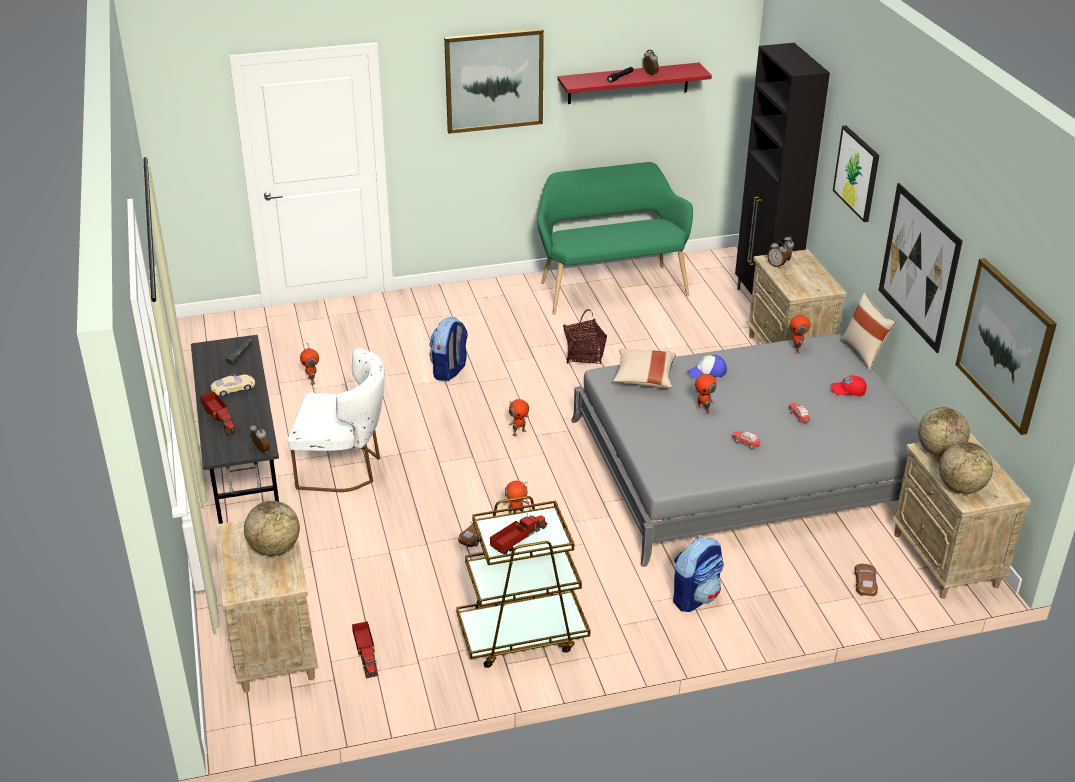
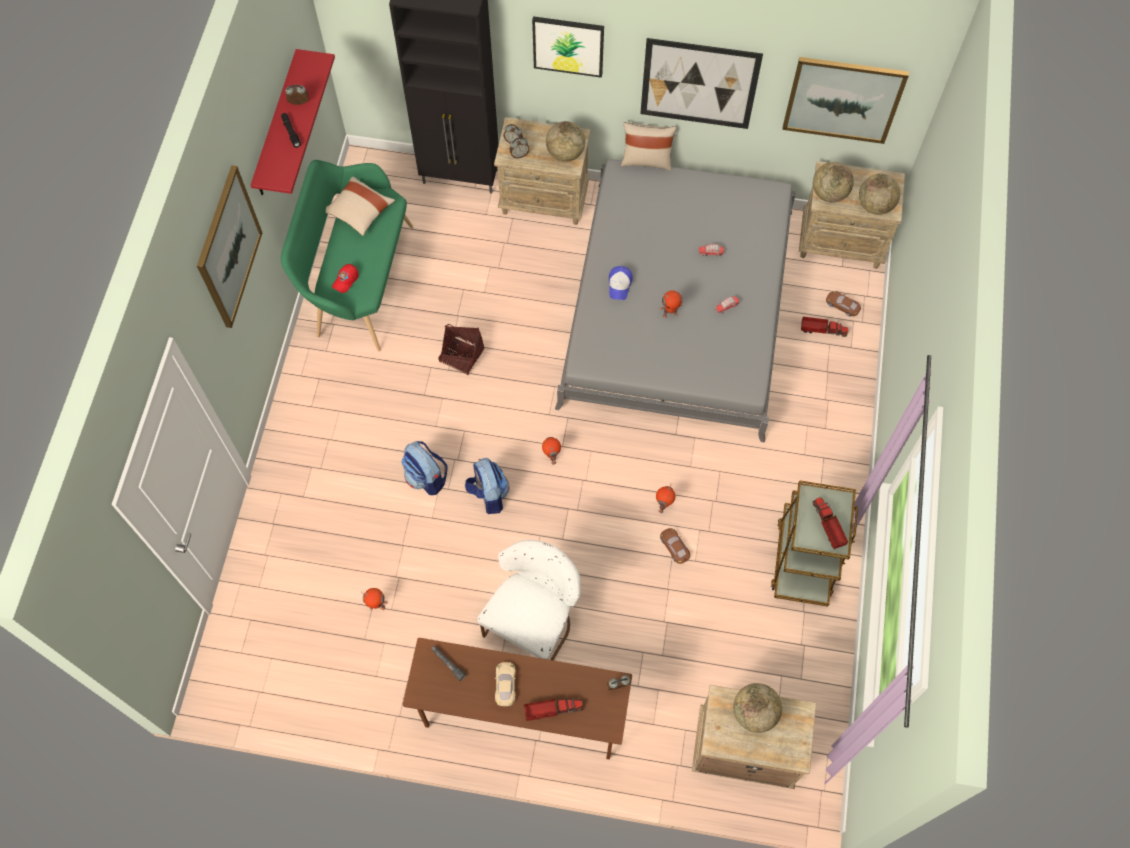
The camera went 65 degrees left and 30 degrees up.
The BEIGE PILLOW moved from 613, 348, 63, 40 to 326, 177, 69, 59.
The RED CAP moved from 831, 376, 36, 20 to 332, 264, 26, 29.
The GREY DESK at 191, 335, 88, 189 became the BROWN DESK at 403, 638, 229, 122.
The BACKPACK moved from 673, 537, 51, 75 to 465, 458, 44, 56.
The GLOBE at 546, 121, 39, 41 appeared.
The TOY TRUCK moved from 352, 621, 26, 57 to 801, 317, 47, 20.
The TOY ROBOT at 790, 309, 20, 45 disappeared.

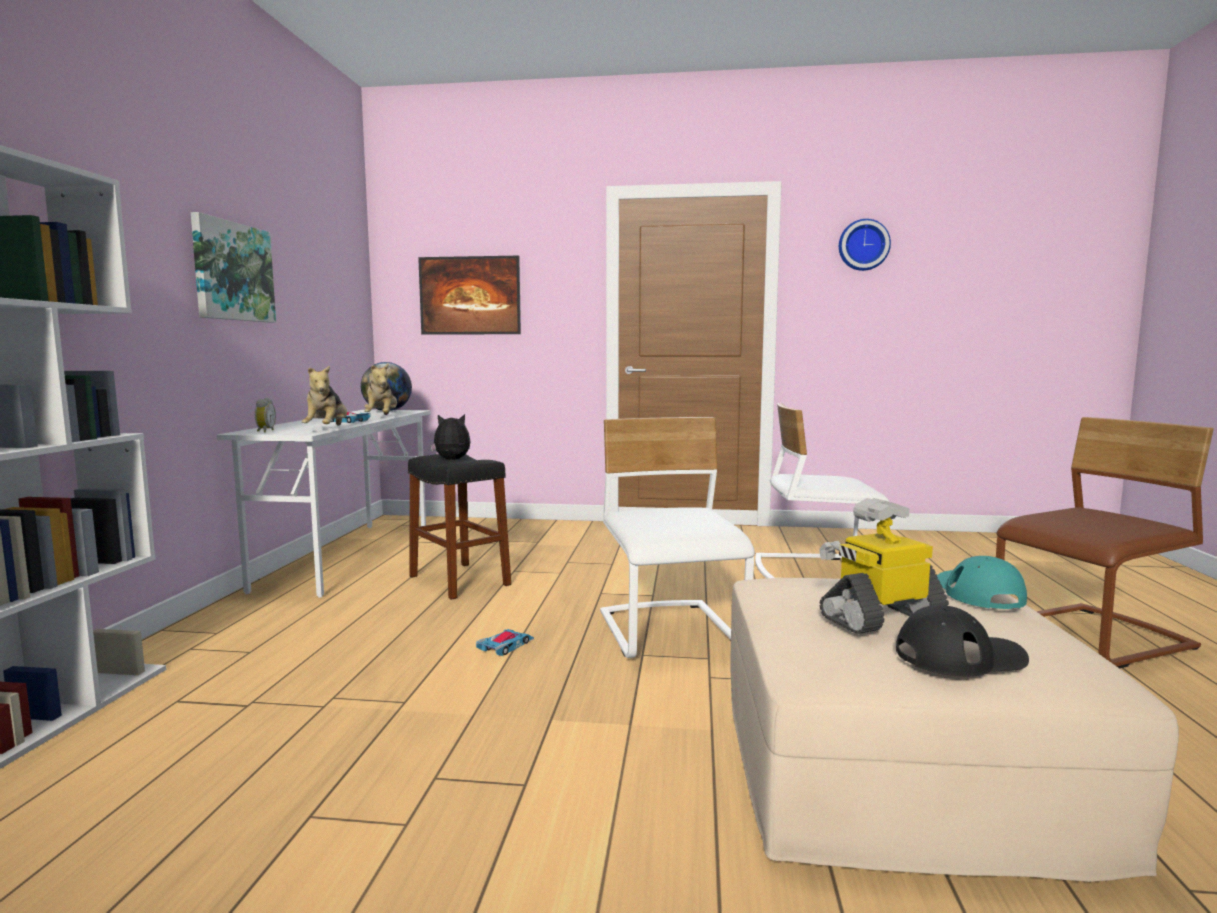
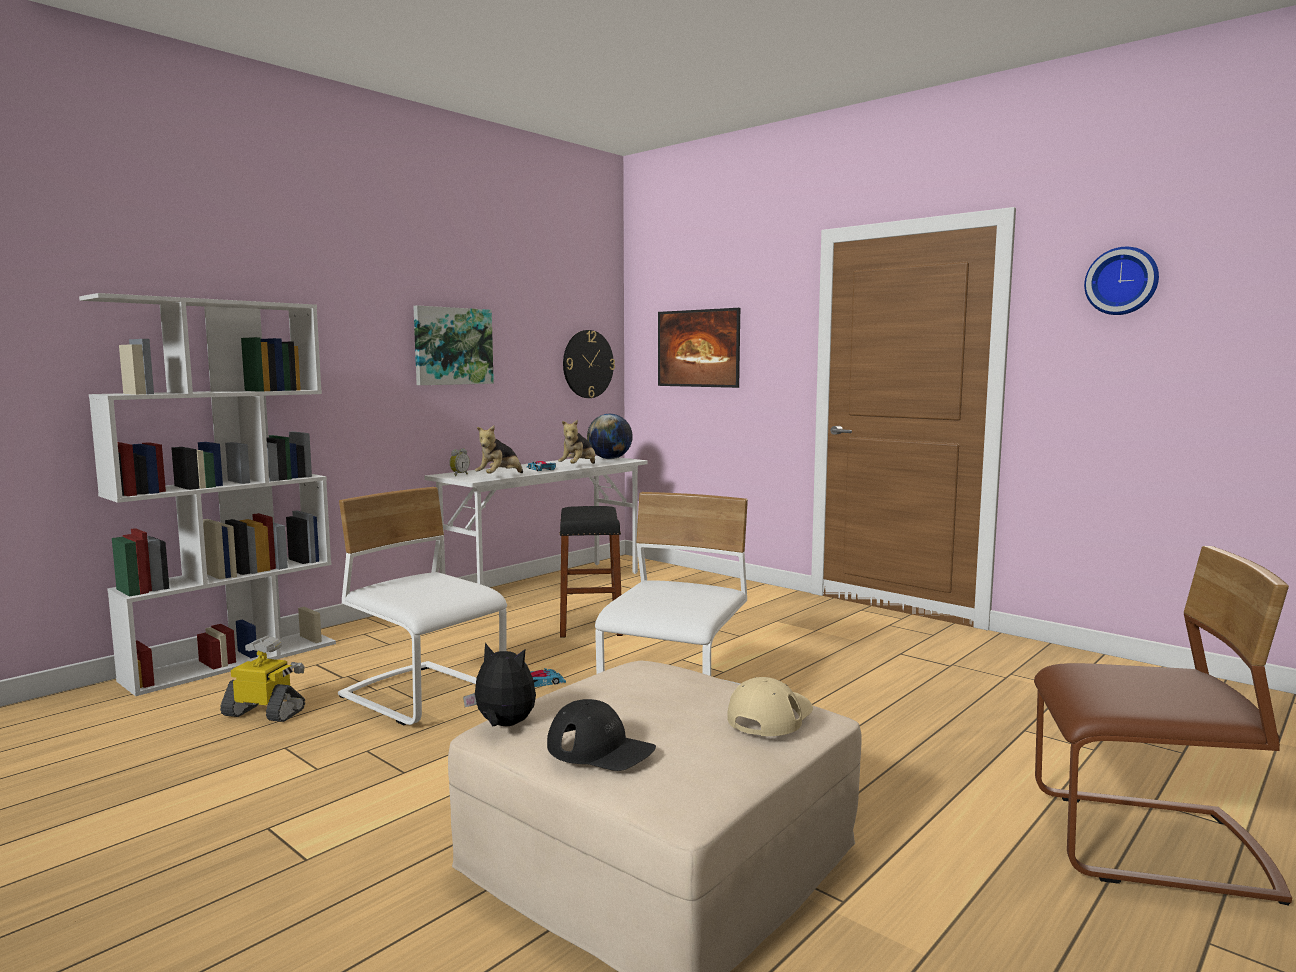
The camera went 35 degrees right and 0 degrees up.
The TOY ROBOT moved from 819, 498, 130, 136 to 220, 636, 85, 86.
The WHITE CHAIR moved from 755, 403, 135, 175 to 338, 487, 169, 238.
The PLUSH TOY moved from 430, 414, 41, 46 to 463, 643, 73, 83.
The WALL CLOCK at 563, 330, 52, 68 appeared.
The TURQUOISE CAP at 937, 556, 90, 53 became the BEIGE CAP at 727, 677, 86, 59.

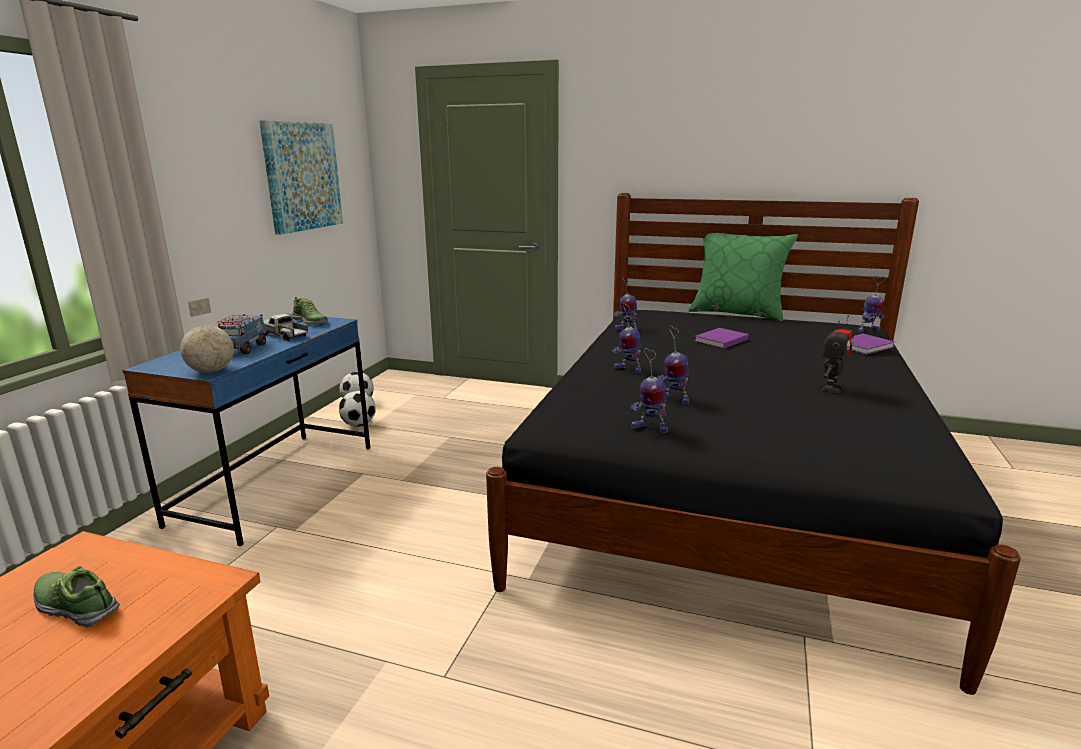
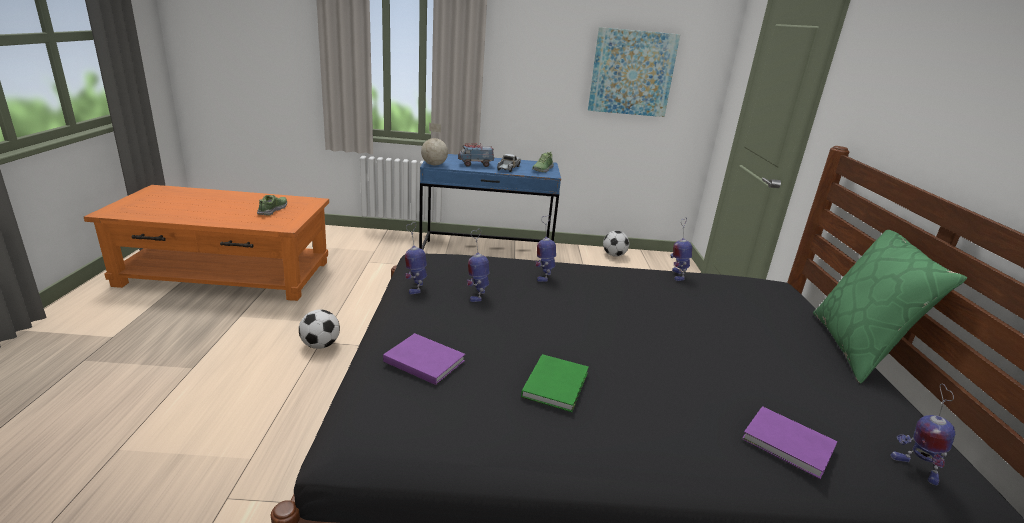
The camera went 70 degrees right and 5 degrees up.
The FOOTBALL moved from 339, 391, 37, 36 to 299, 309, 41, 40.
The PURPLE BOOK moved from 694, 328, 55, 21 to 383, 333, 82, 52.
The TOY ROBOT at 821, 315, 33, 78 was replaced by the GREEN BOOK at 521, 354, 68, 58.

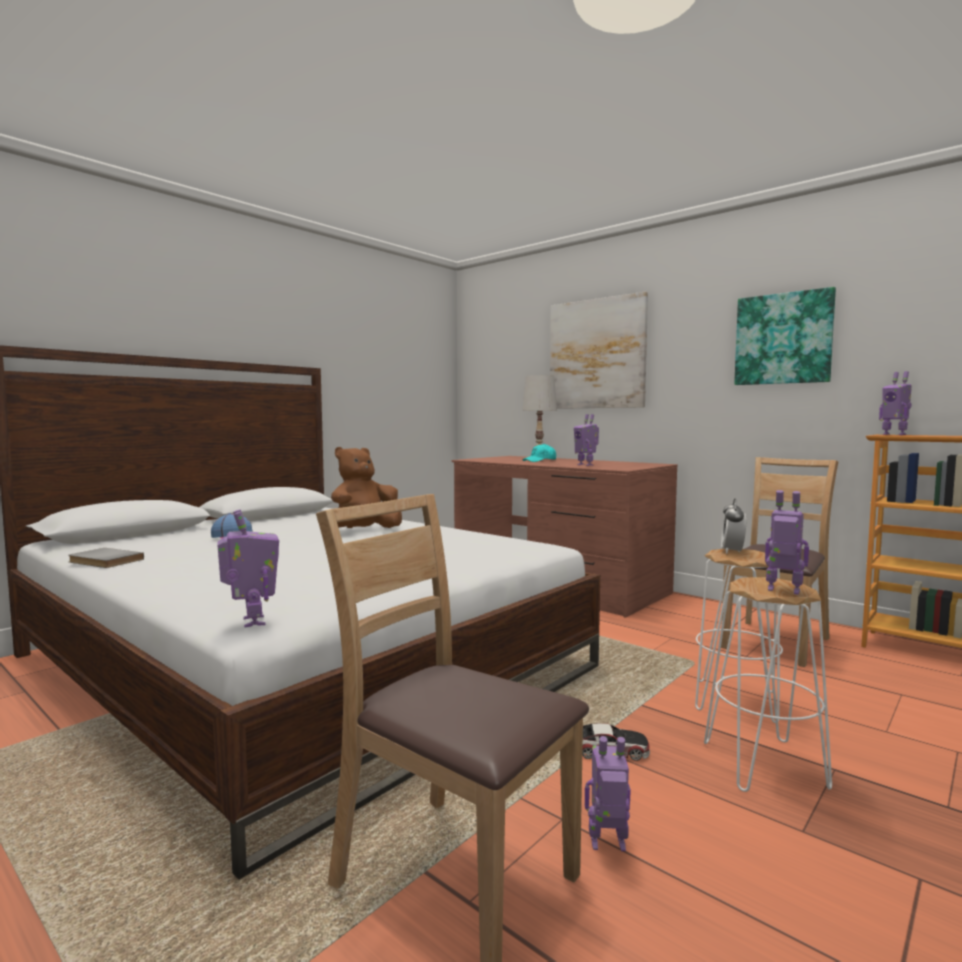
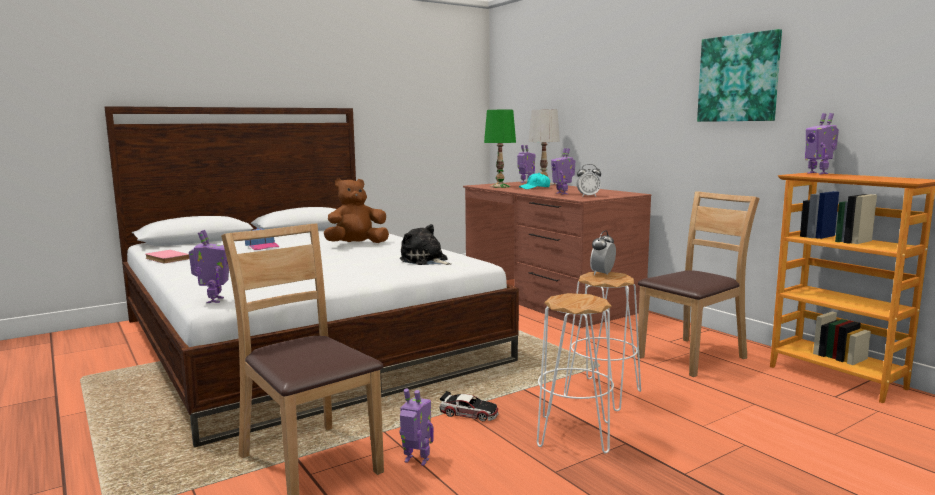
The camera went 15 degrees right and 5 degrees up.
The GREY BOOK at 68, 548, 76, 20 became the PINK BOOK at 145, 250, 45, 13.
The PLUSH TOY at 400, 224, 52, 41 appeared.
The GREEN TABLE LAMP at 484, 110, 32, 78 appeared.
The TOY ROBOT moved from 765, 490, 44, 105 to 517, 145, 19, 38.
The ALARM CLOCK at 577, 164, 24, 33 appeared.
The PICTURE at 550, 292, 98, 117 disappeared.

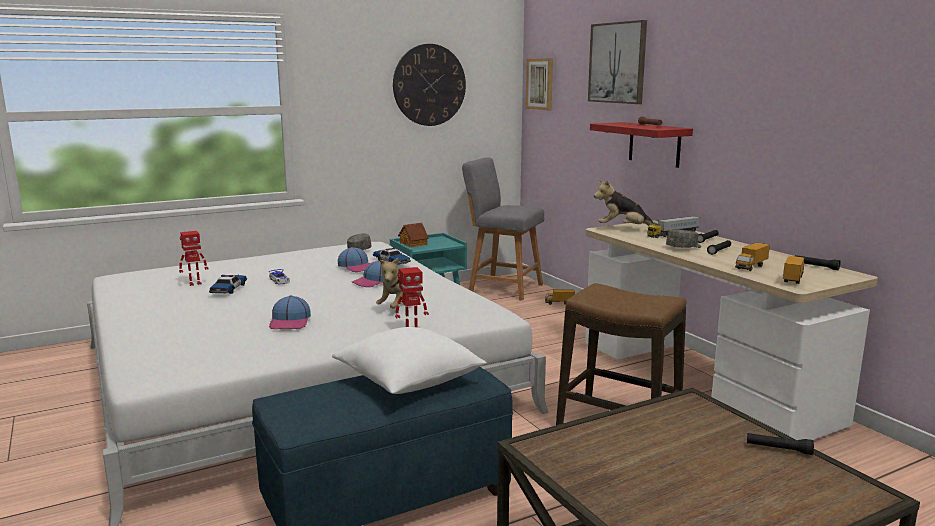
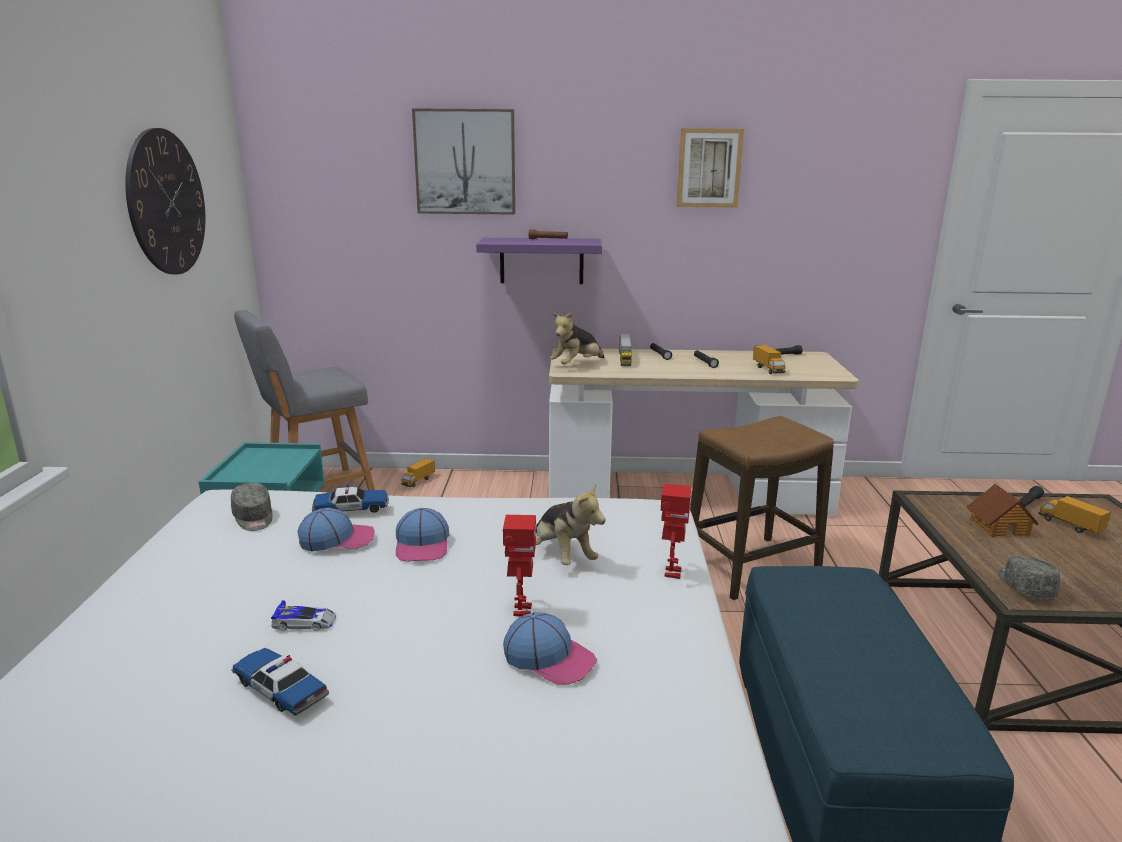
The camera went 60 degrees left and 5 degrees up.
The RED SHELF at 590, 122, 103, 46 became the PURPLE SHELF at 476, 238, 126, 46.
The TOY ROBOT moved from 179, 231, 29, 55 to 503, 515, 34, 102.
The PICTURE moved from 526, 58, 27, 53 to 676, 128, 68, 80.
The TOY HOUSE moved from 398, 223, 31, 24 to 966, 484, 73, 53.
The GREY CAP moved from 666, 229, 36, 19 to 998, 555, 62, 44.
The TOY TRUCK moved from 783, 256, 21, 28 to 1038, 496, 73, 37.
The WHITE PILLOW at 332, 327, 155, 67 disappeared.

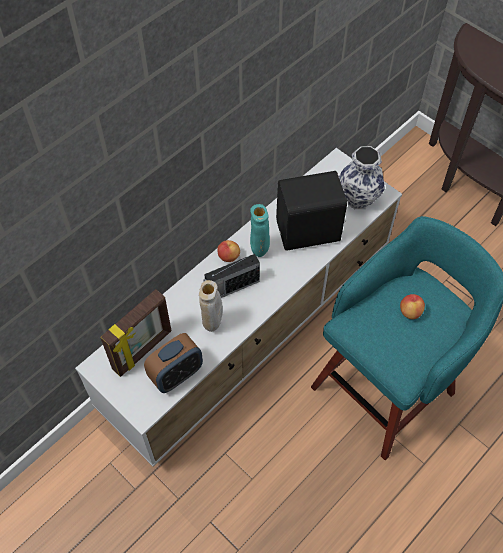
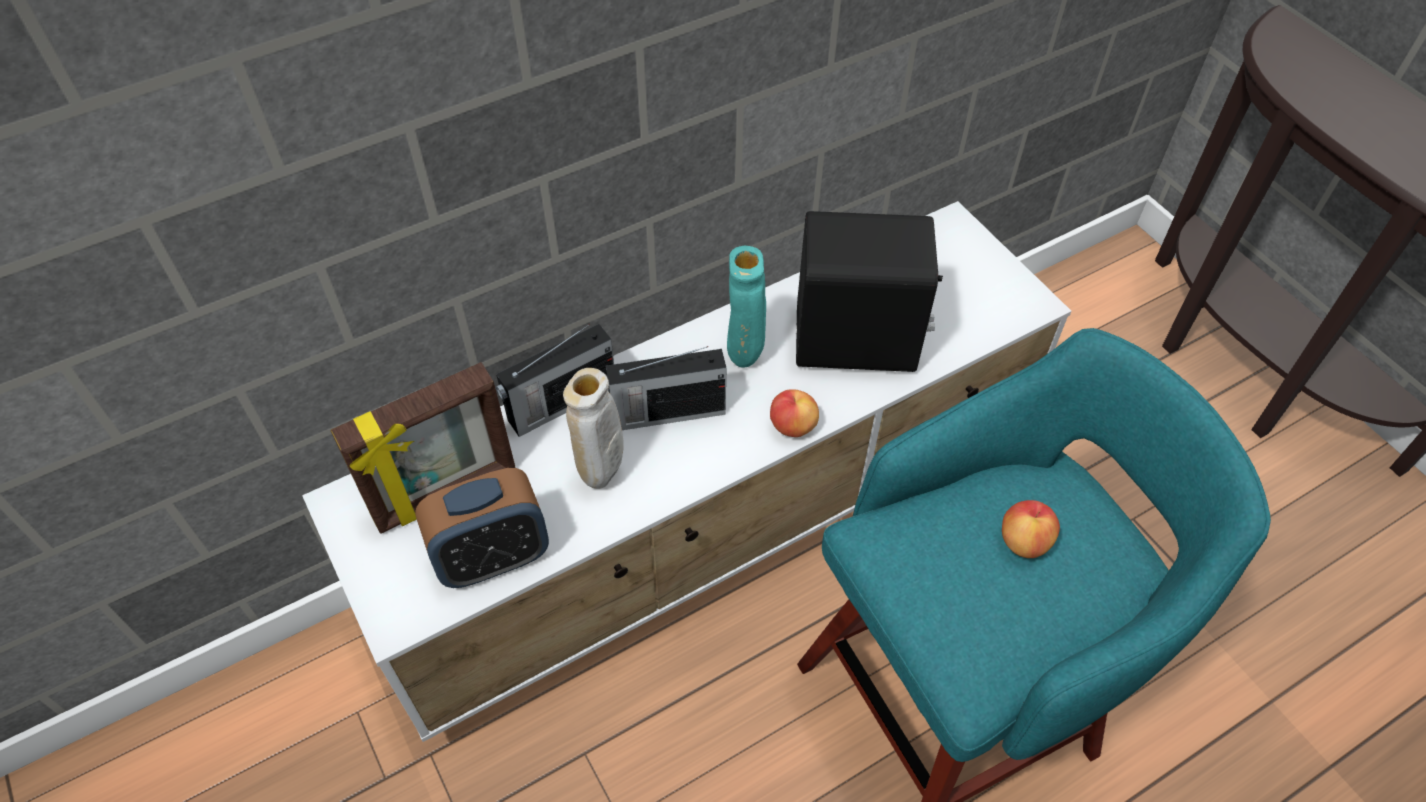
The camera went 15 degrees right and 5 degrees down.
The RADIO at 496, 324, 118, 113 appeared.
The APPLE moved from 217, 240, 23, 22 to 770, 389, 49, 48.
The VASE at 339, 146, 46, 63 disappeared.

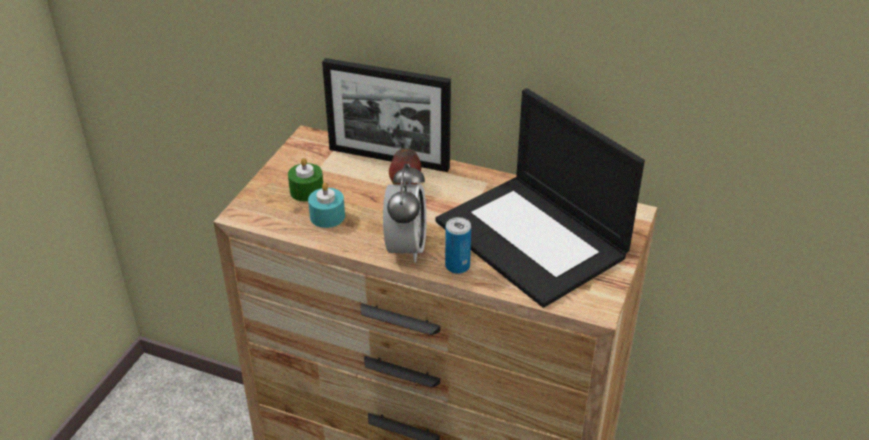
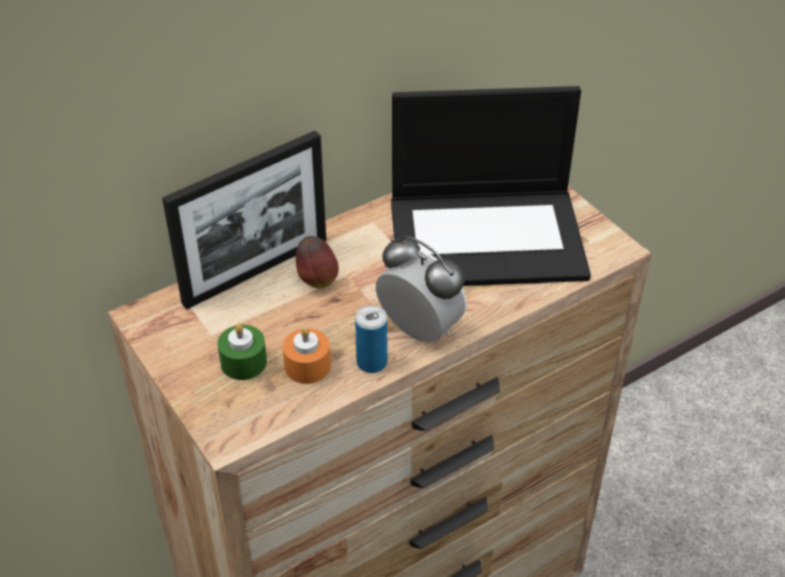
The camera went 55 degrees left and 5 degrees up.
The TURQUOISE CANDLE at 308, 183, 37, 45 became the ORANGE CANDLE at 283, 327, 48, 57.
The CAN moved from 445, 217, 26, 57 to 355, 305, 32, 68.

